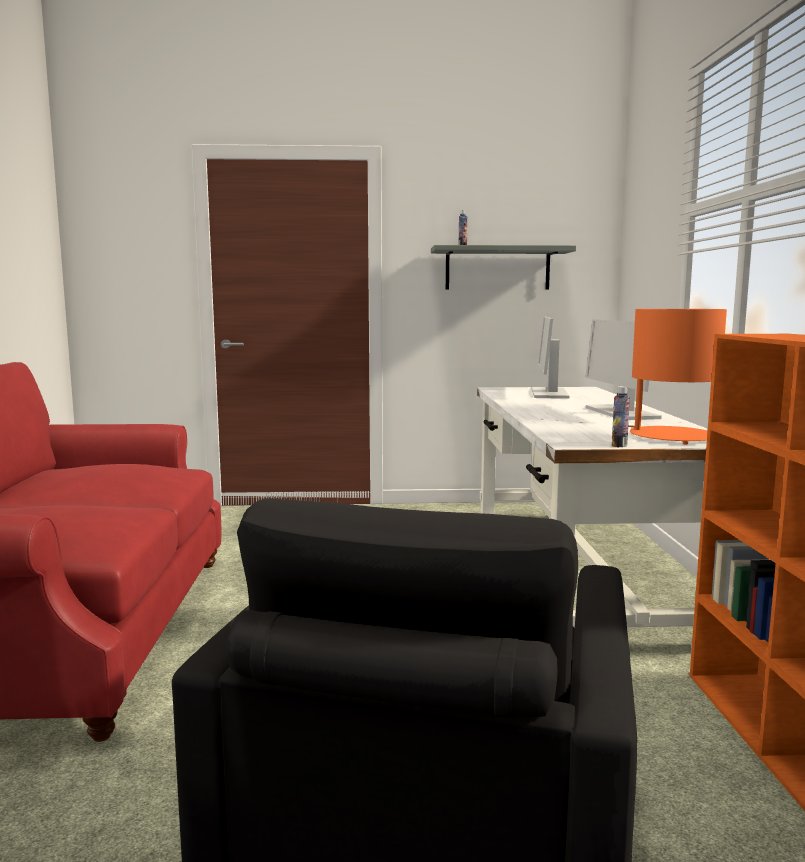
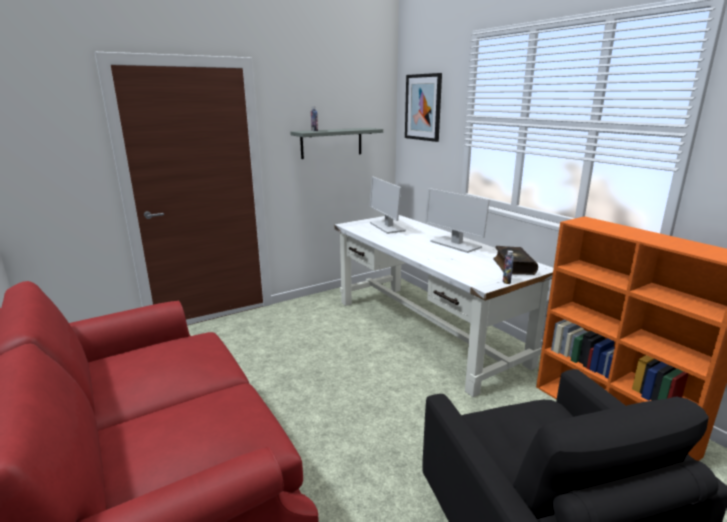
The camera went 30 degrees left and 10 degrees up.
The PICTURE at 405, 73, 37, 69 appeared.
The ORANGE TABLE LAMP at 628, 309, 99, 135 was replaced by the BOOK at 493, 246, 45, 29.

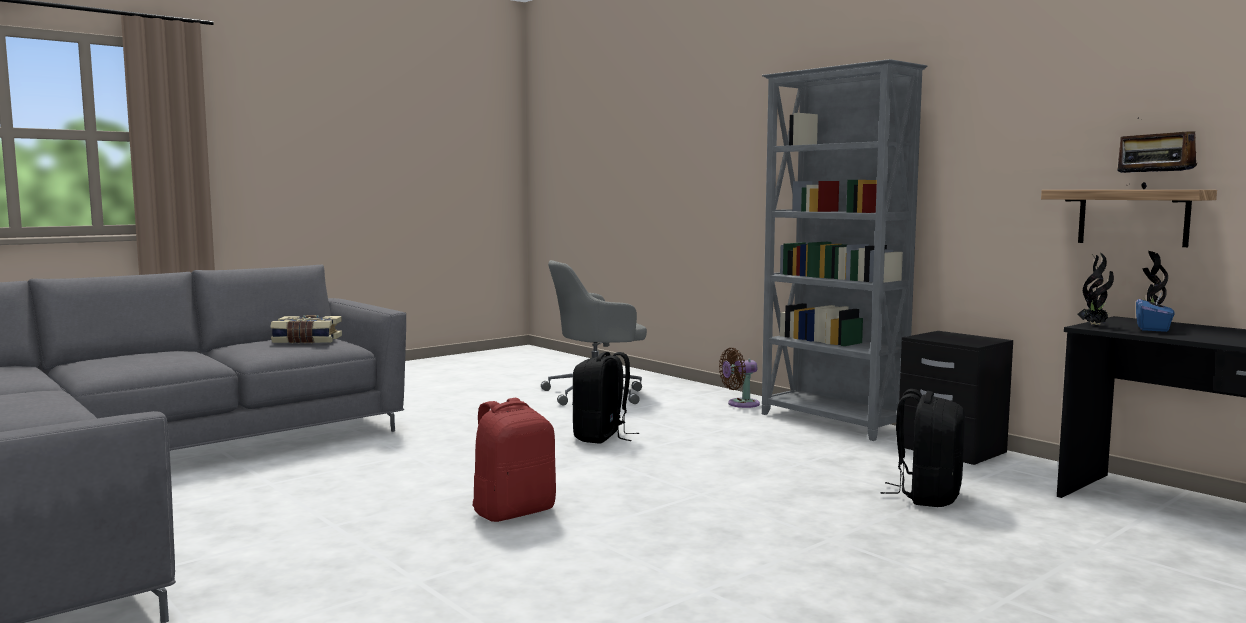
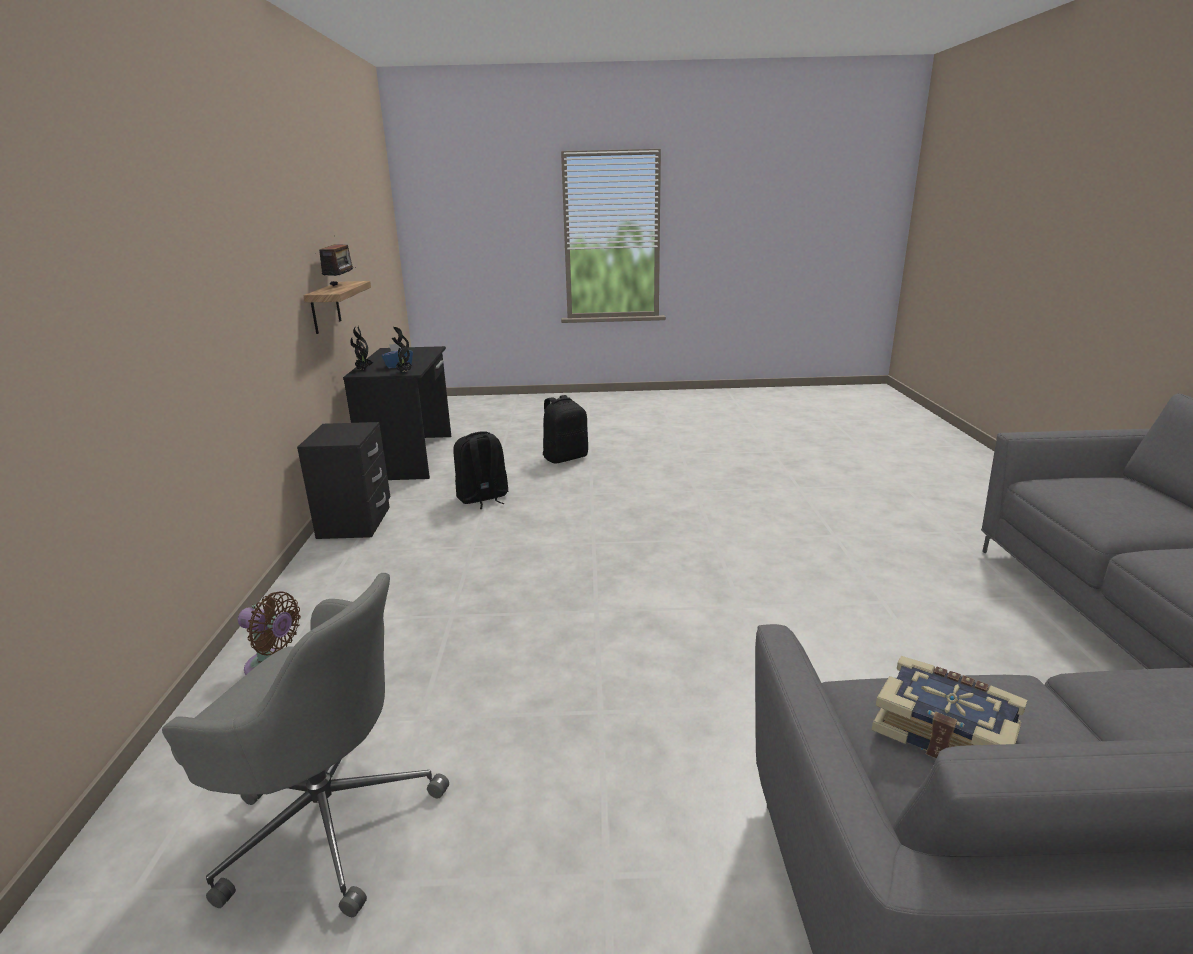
The camera went 140 degrees left and 15 degrees up.
The BLACK BACKPACK moved from 572, 352, 67, 92 to 543, 395, 45, 69.
The RED BACKPACK at 472, 398, 84, 124 disappeared.
The GREY BOOKCASE at 762, 59, 165, 382 disappeared.

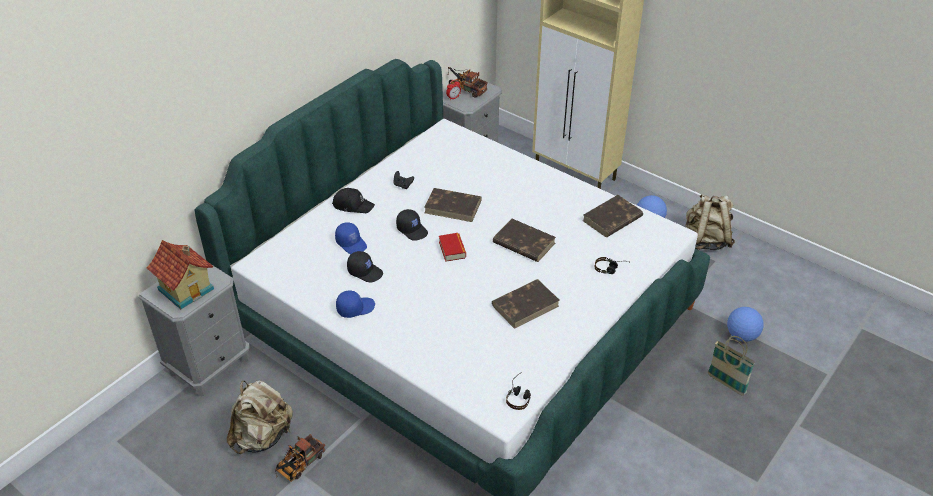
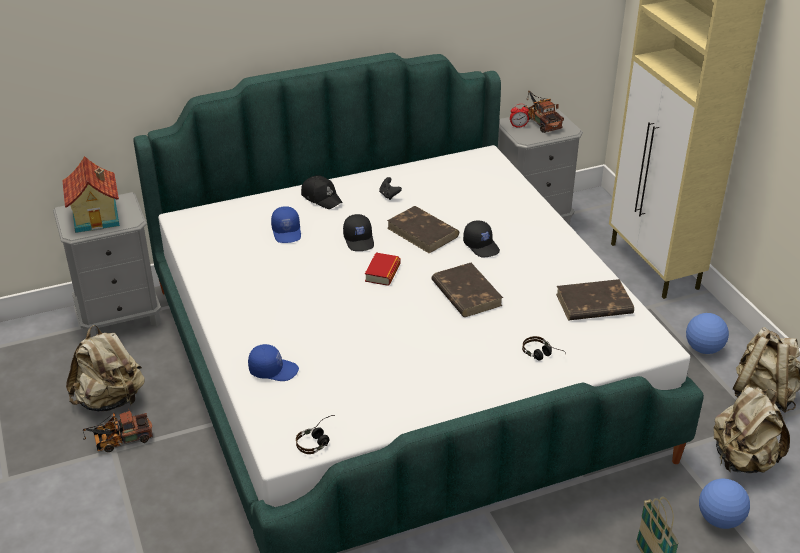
The camera went 30 degrees right and 5 degrees down.
The BLUE CAP moved from 336, 290, 39, 28 to 248, 344, 51, 37.
The BLACK CAP moved from 347, 251, 36, 32 to 463, 220, 37, 38.
The BEIGE BACKPACK at 714, 387, 76, 86 appeared.
The BROWN BOOK at 492, 279, 68, 50 disappeared.

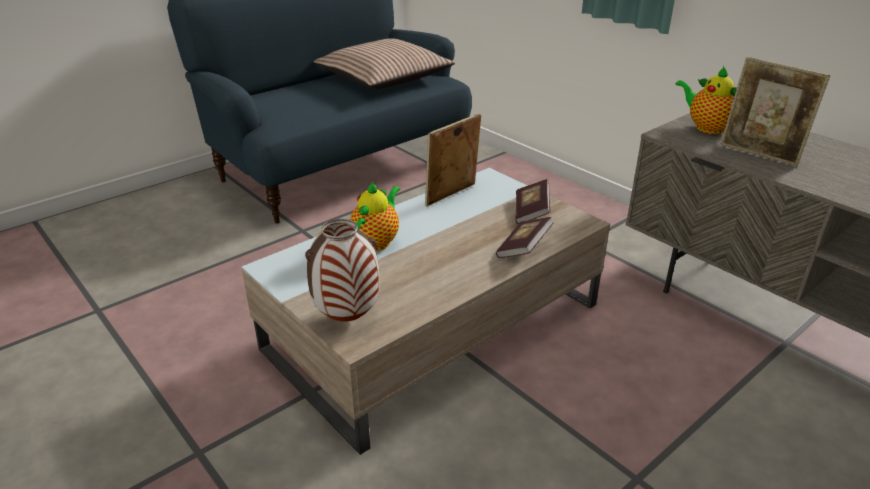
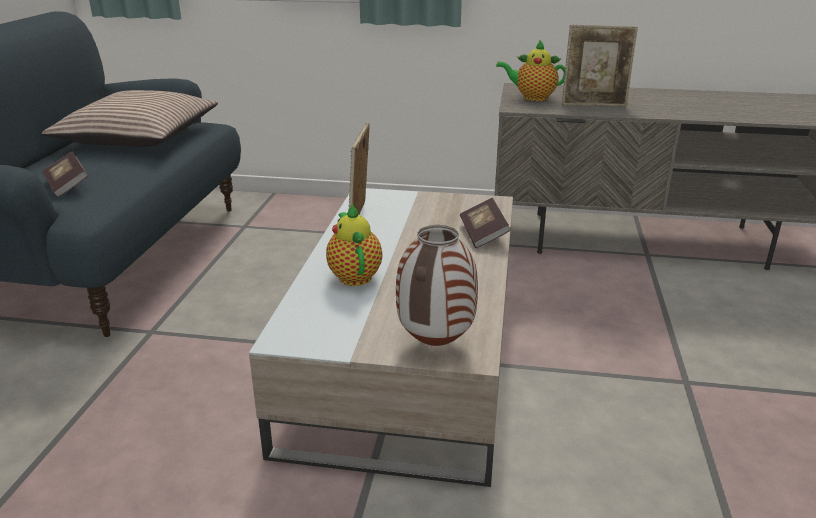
The camera went 40 degrees left and 5 degrees down.
The BOOK moved from 515, 179, 35, 45 to 42, 151, 46, 46.

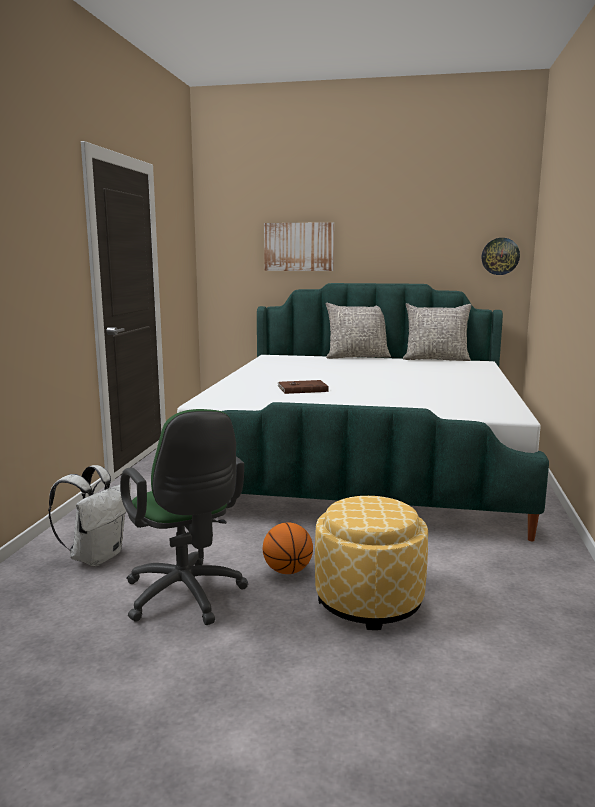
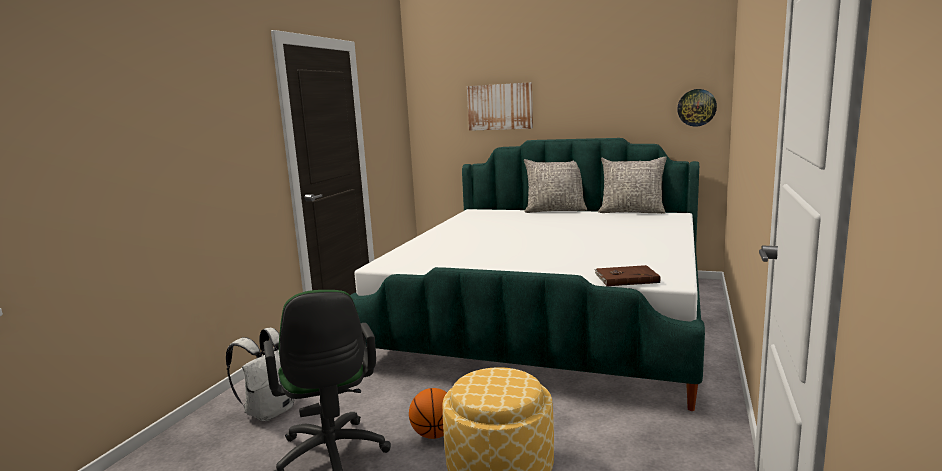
The camera went 10 degrees right and 0 degrees up.
The BROWN BOOK moved from 277, 380, 52, 14 to 594, 265, 66, 21.

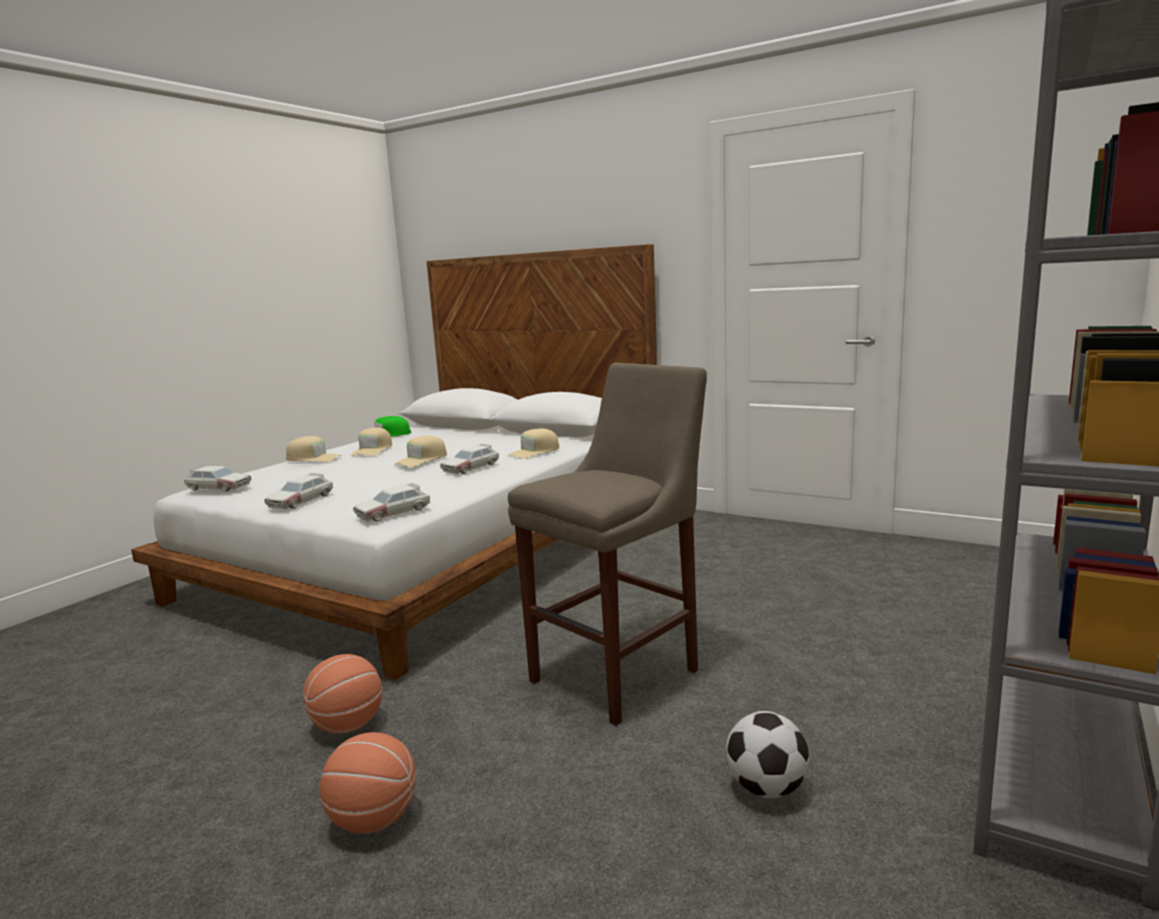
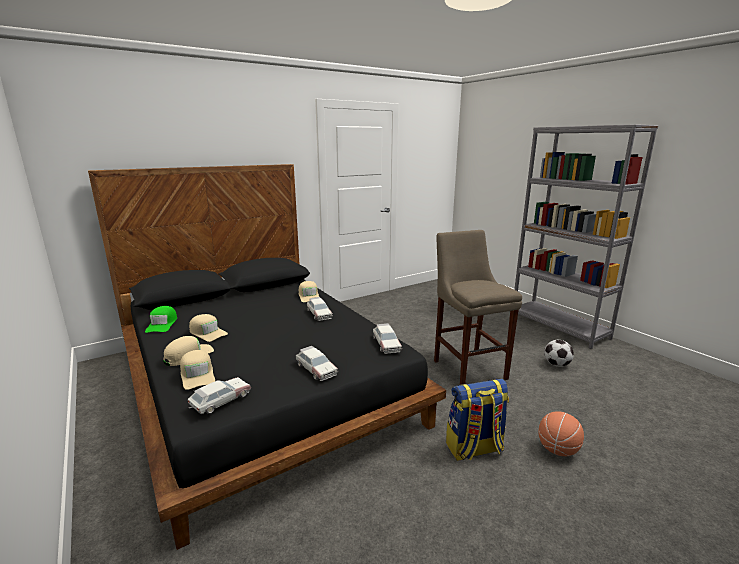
The camera went 65 degrees left and 5 degrees up.
The WHITE BED at 131, 244, 526, 436 became the BLACK BED at 88, 164, 358, 386.
The BEIGE CAP moved from 394, 435, 53, 32 to 180, 350, 35, 40.
The BASKETBALL at 303, 654, 79, 80 was replaced by the BACKPACK at 446, 379, 63, 82.

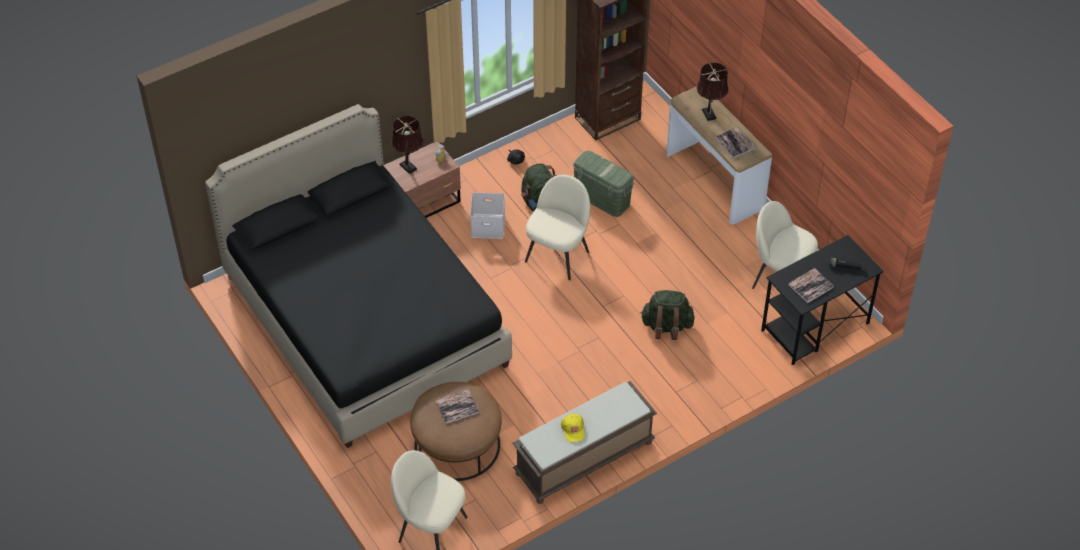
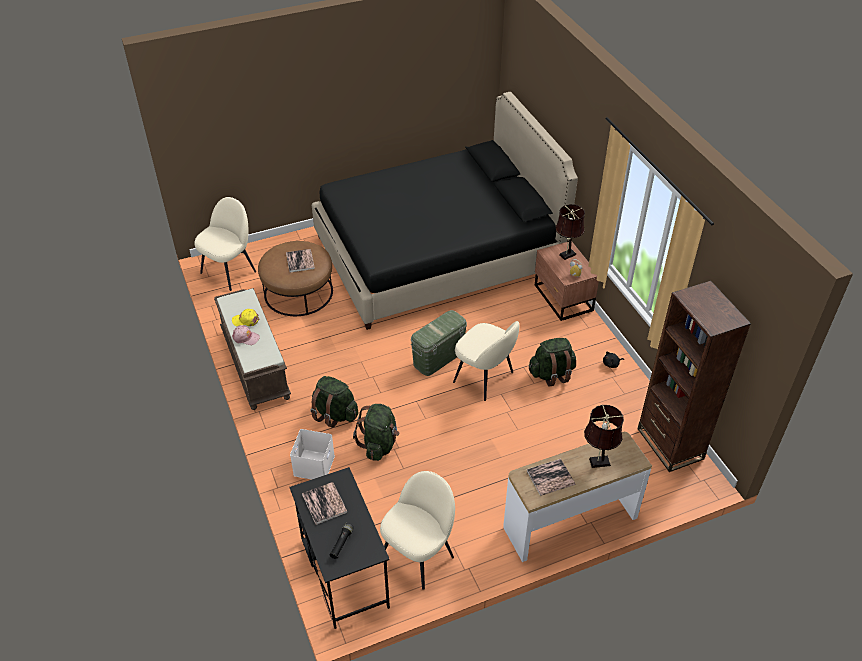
The camera went 100 degrees right and 5 degrees down.
The PINK CAP at 232, 325, 28, 20 appeared.
The WHITE STORAGE BOX moved from 470, 193, 35, 46 to 290, 429, 45, 51.
The GREEN BACKPACK at 310, 376, 48, 52 appeared.
The GREEN STORAGE BOX moved from 573, 151, 61, 66 to 411, 310, 56, 66.

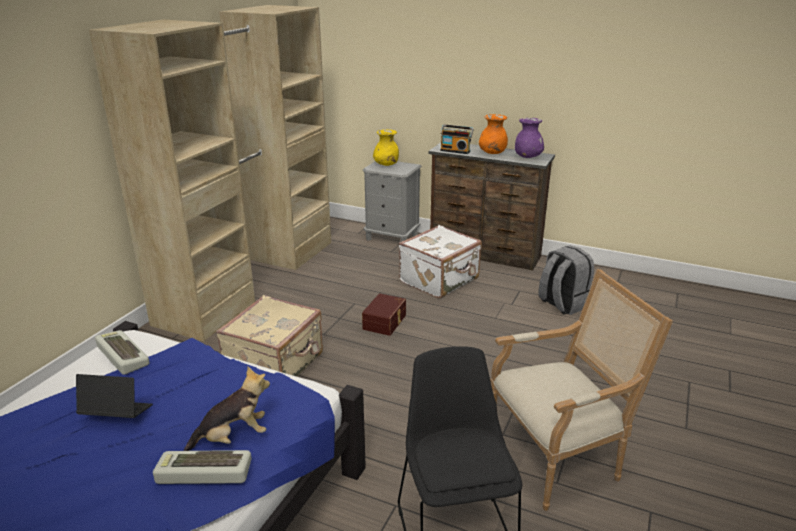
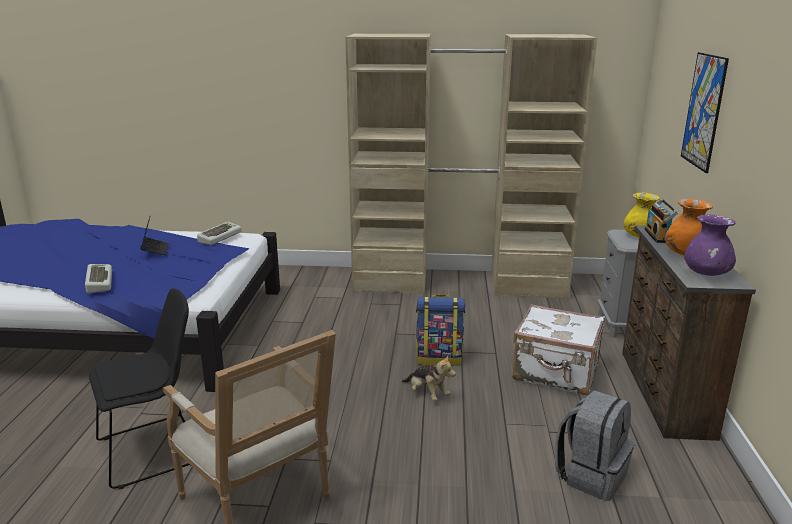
The camera went 70 degrees right and 5 degrees down.
The PLUSH TOY moved from 183, 366, 87, 85 to 402, 356, 54, 45.
The BROWN STORAGE BOX at 362, 293, 44, 43 was replaced by the BACKPACK at 416, 294, 49, 72.
The PICTURE at 681, 52, 48, 121 appeared.
The BEIGE SUITCASE at 216, 295, 107, 82 disappeared.

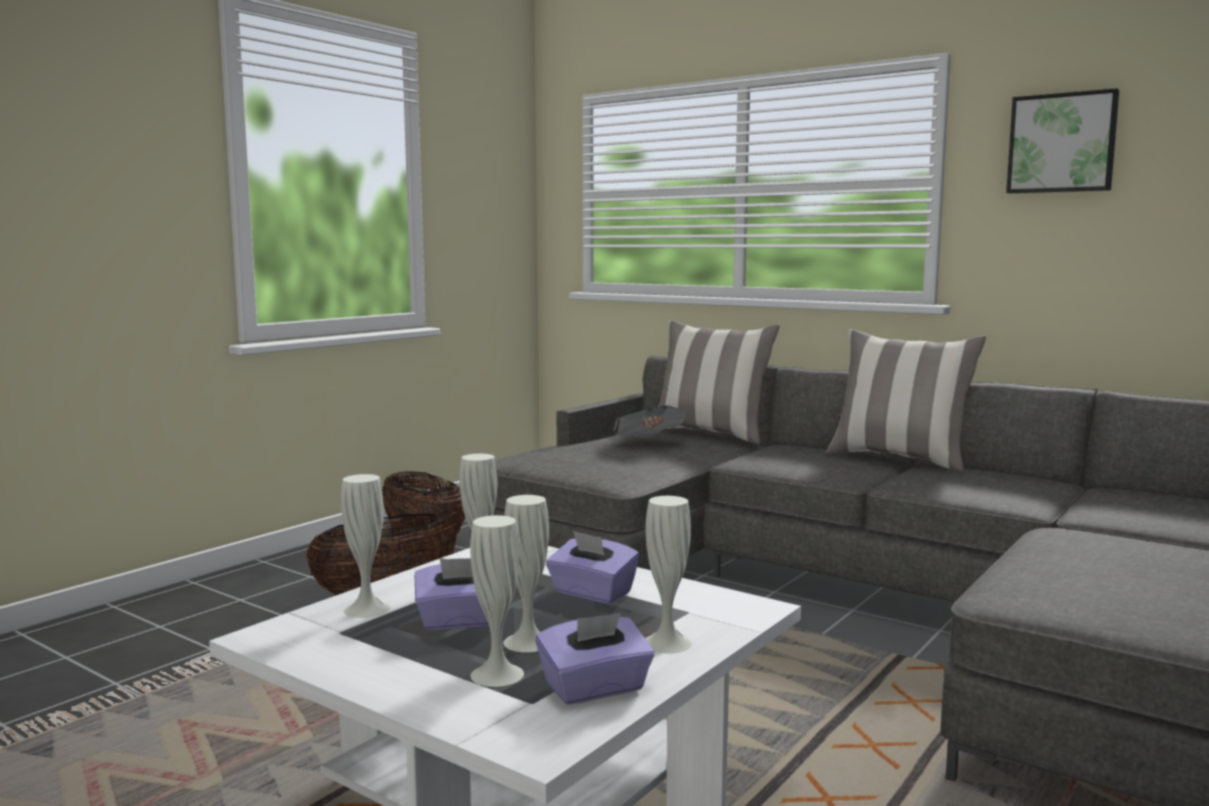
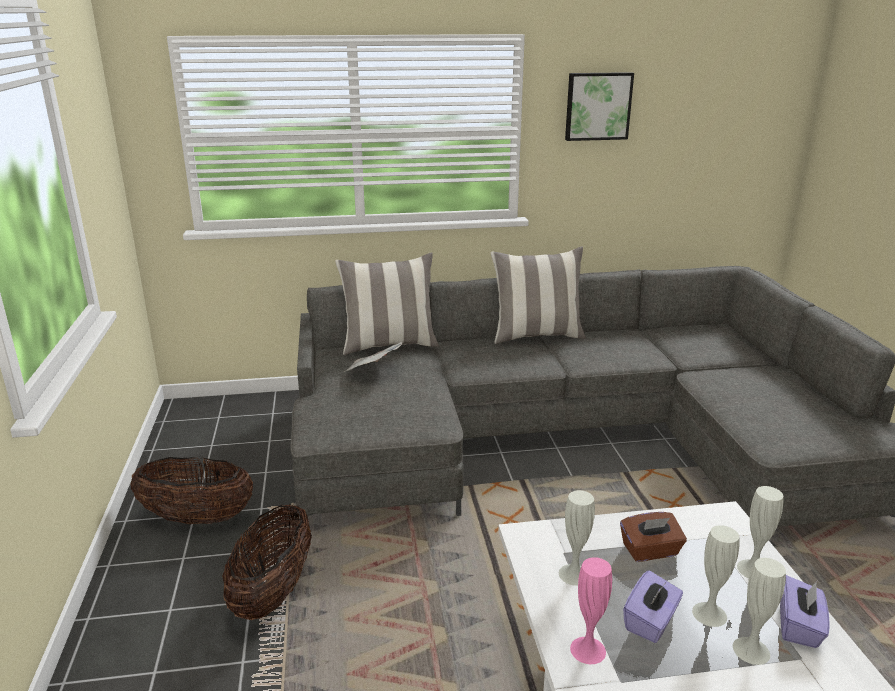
The camera went 45 degrees left and 15 degrees up.
The WHITE VASE at 341, 474, 49, 144 became the PINK VASE at 570, 557, 42, 107.
The PURPLE TISSUE BOX at 546, 531, 93, 73 became the BROWN TISSUE BOX at 620, 512, 67, 50.

